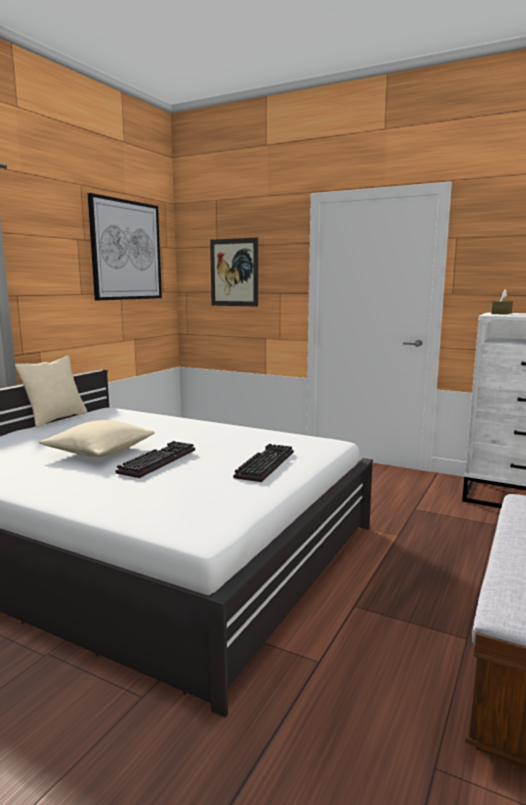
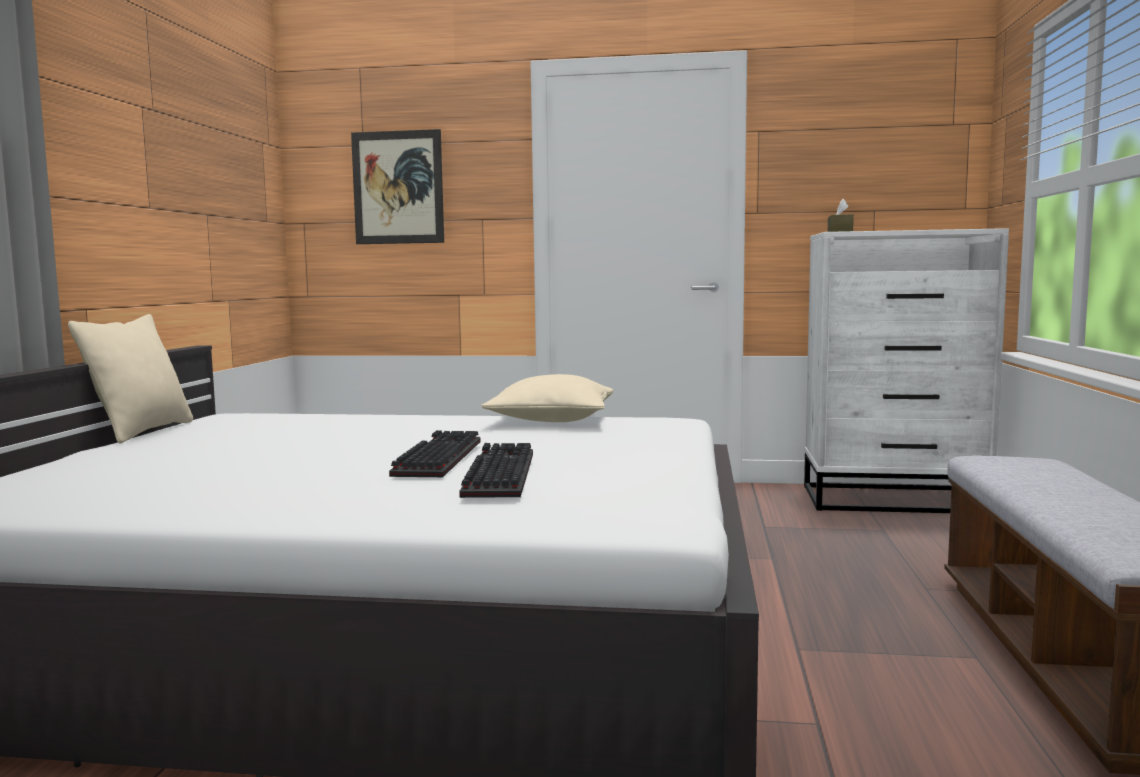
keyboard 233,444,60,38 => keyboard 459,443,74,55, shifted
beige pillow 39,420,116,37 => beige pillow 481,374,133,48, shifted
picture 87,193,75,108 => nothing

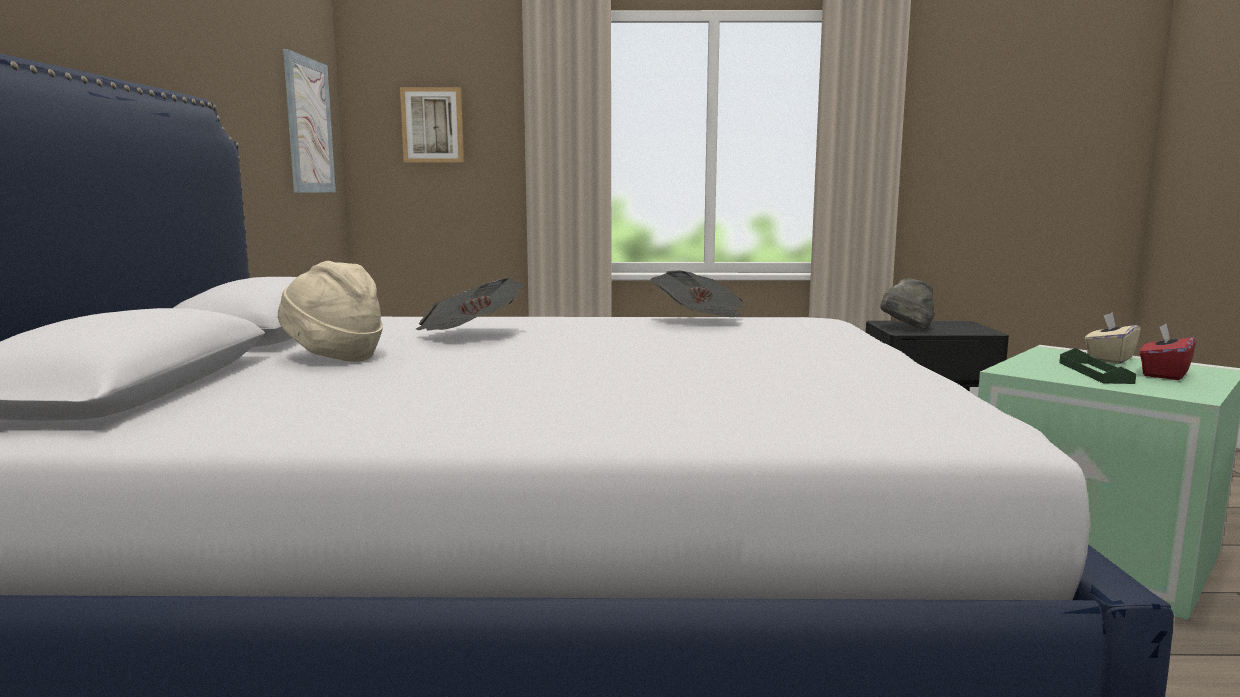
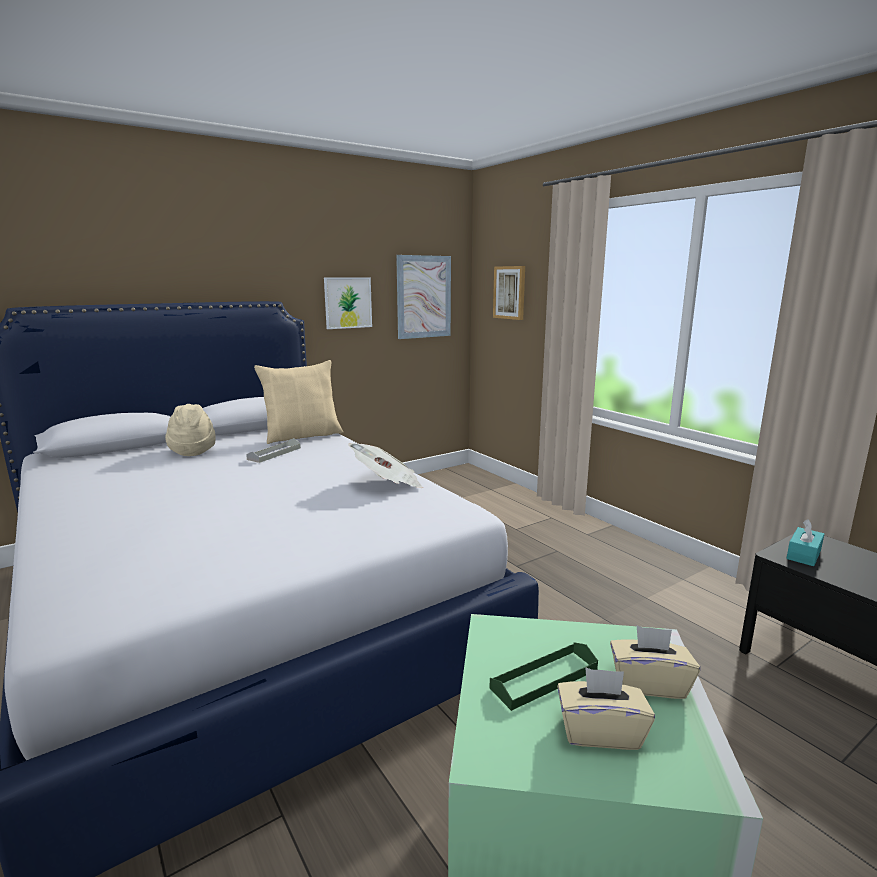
newspaper 415,278,108,53 => grey tray 246,438,55,25
nothing => beige pillow 254,360,89,84
nothing => picture 324,278,48,51
red tissue box 1140,324,56,56 => beige tissue box 557,667,98,83
grey hat 880,279,55,50 => turquoise tissue box 786,519,38,47

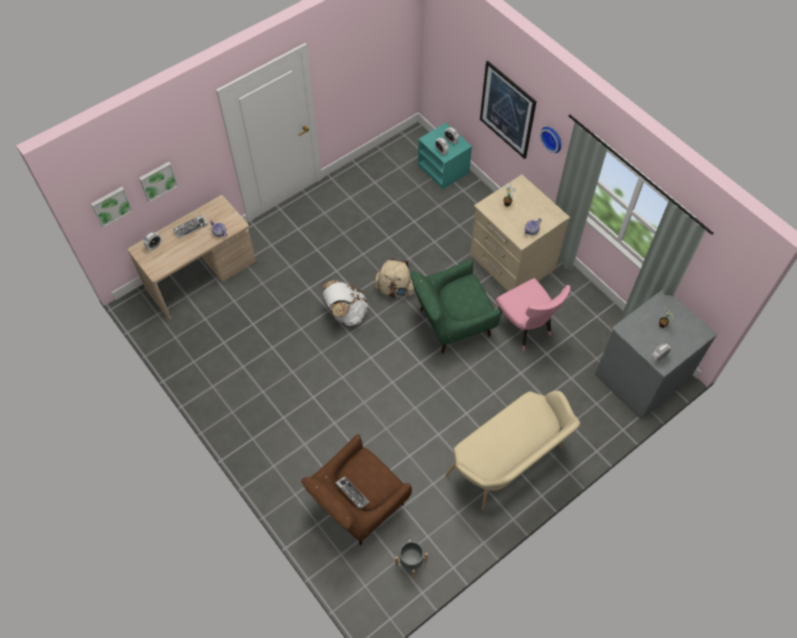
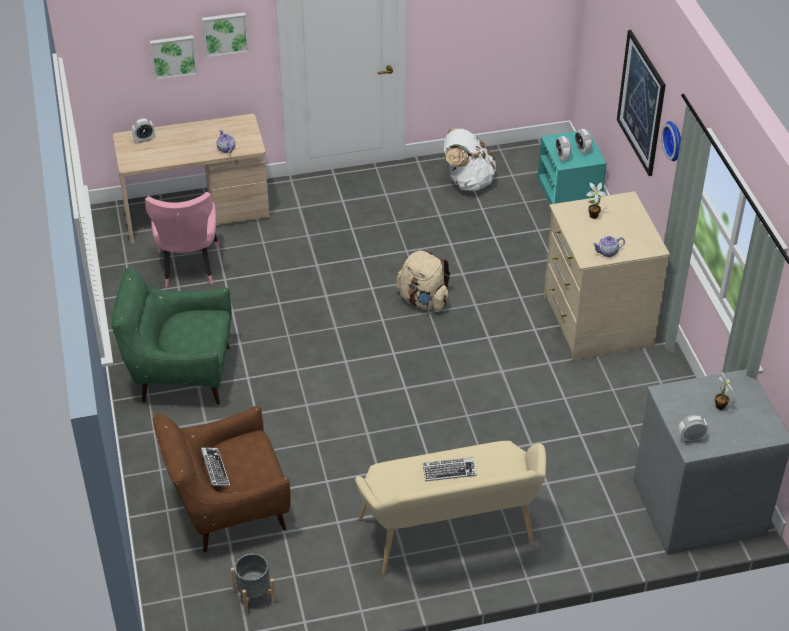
green armchair 410,259,91,95 => green armchair 111,267,121,138, shifted
pink chair 496,278,74,73 => pink chair 145,192,74,96, shifted
picture 91,187,42,41 => picture 202,12,47,45, shifted
keyboard 173,215,35,24 => keyboard 423,457,54,24, shifted
white backpack 322,280,46,46 => white backpack 444,128,52,63, shifted

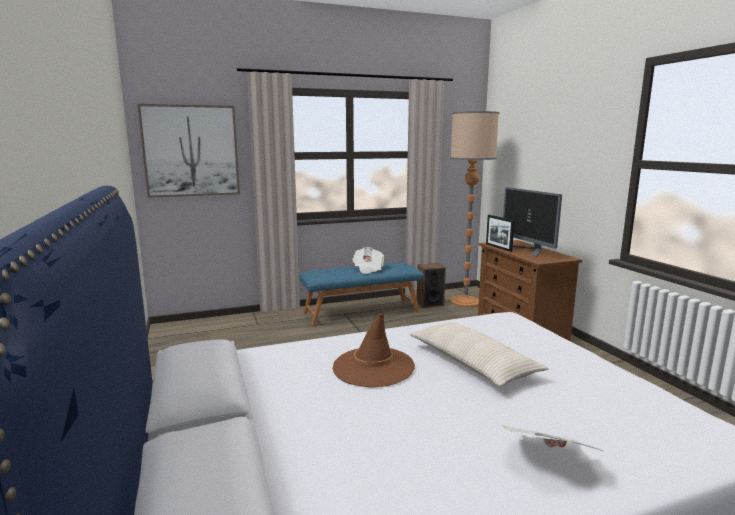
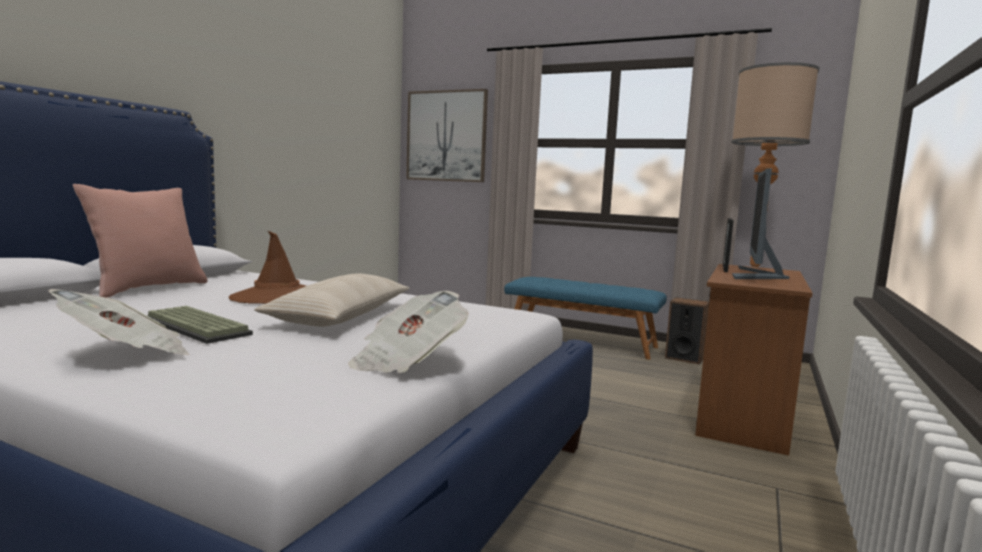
nothing => pink pillow 73,184,135,114
nothing => keyboard 147,306,106,38
newspaper 352,247,32,27 => newspaper 348,291,121,82, shifted

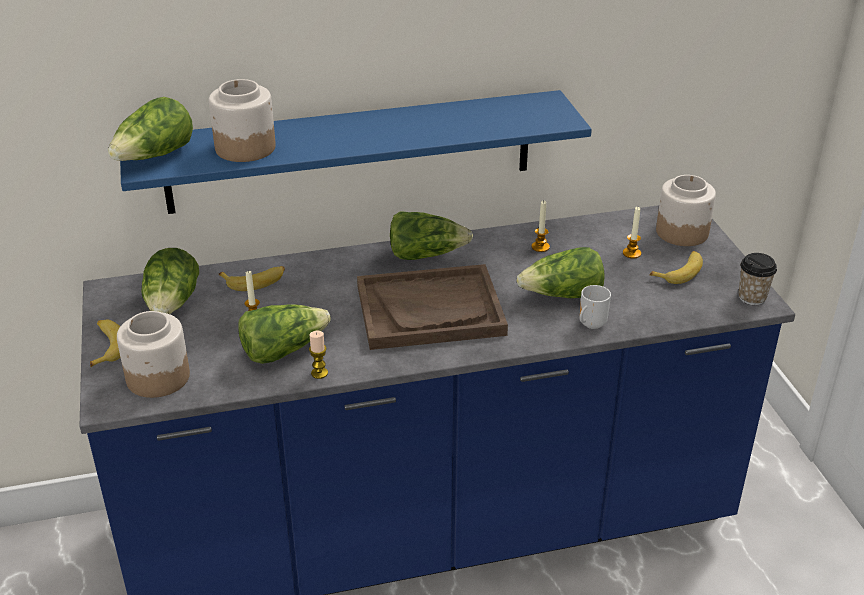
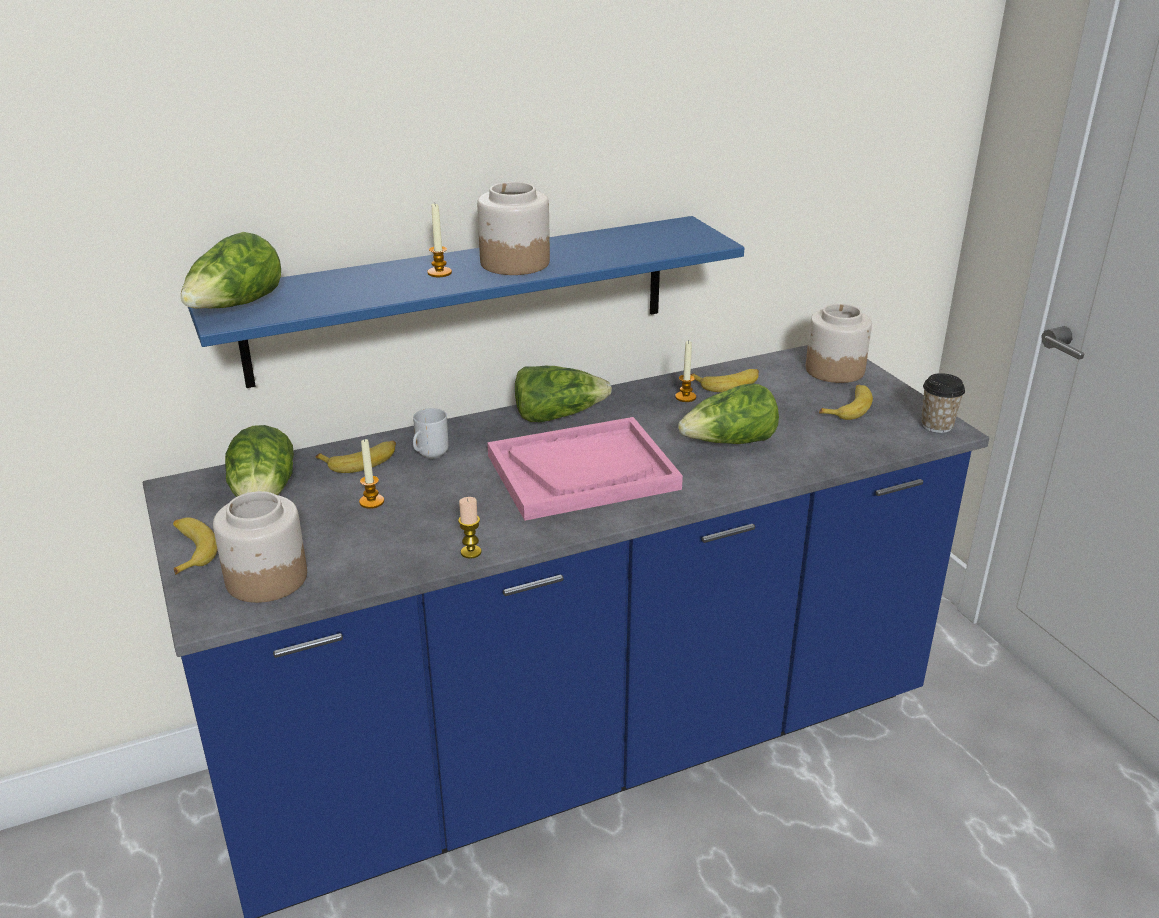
mug 580,285,31,44 => mug 413,408,36,51, shifted
candle 623,207,18,52 => candle 427,204,25,73, shifted
jar 209,79,67,83 => jar 477,182,73,93, shifted
brown tray 357,264,151,86 => pink tray 487,417,196,104
nothing => banana 690,369,69,23
lettuce 238,304,93,60 => nothing

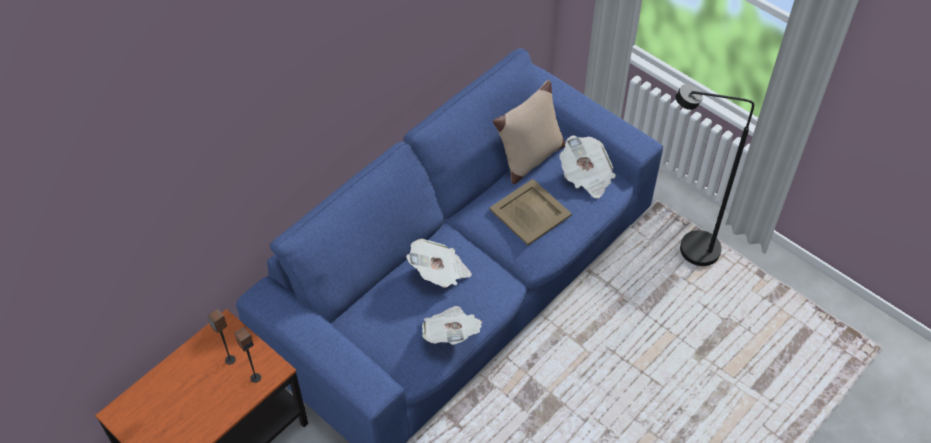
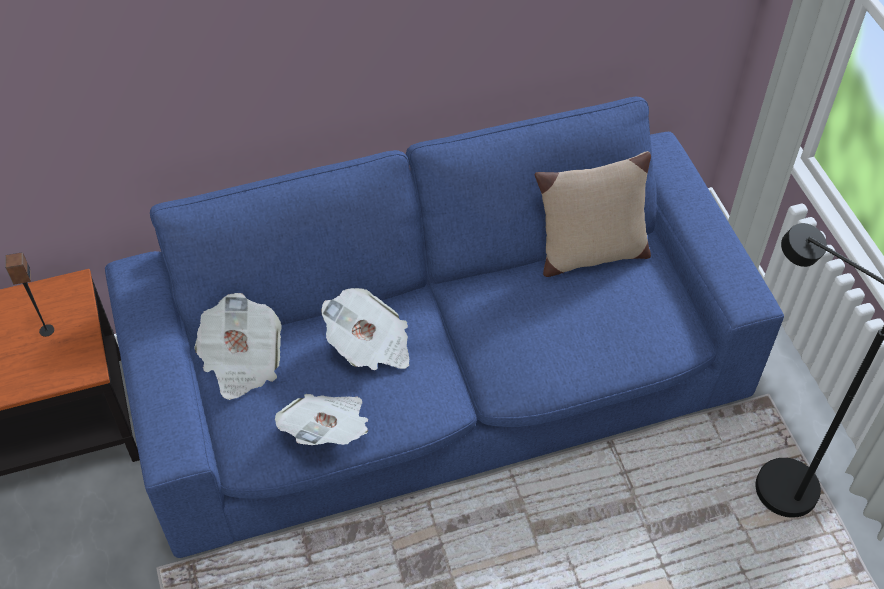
newspaper 559,135,57,63 => newspaper 194,293,88,107, shifted
speaker 234,327,27,56 => nothing
beige tray 489,179,83,66 => nothing

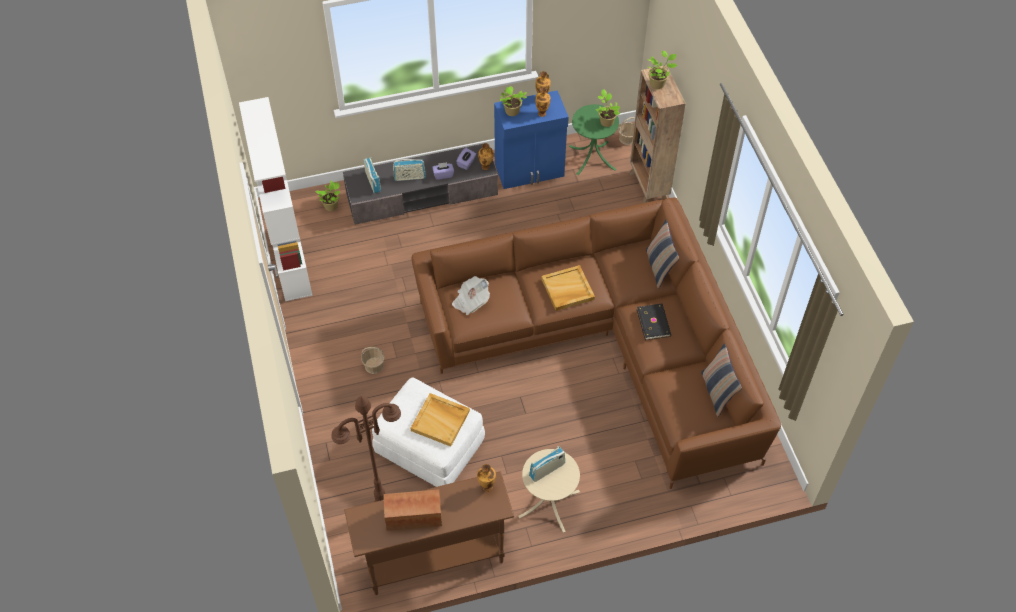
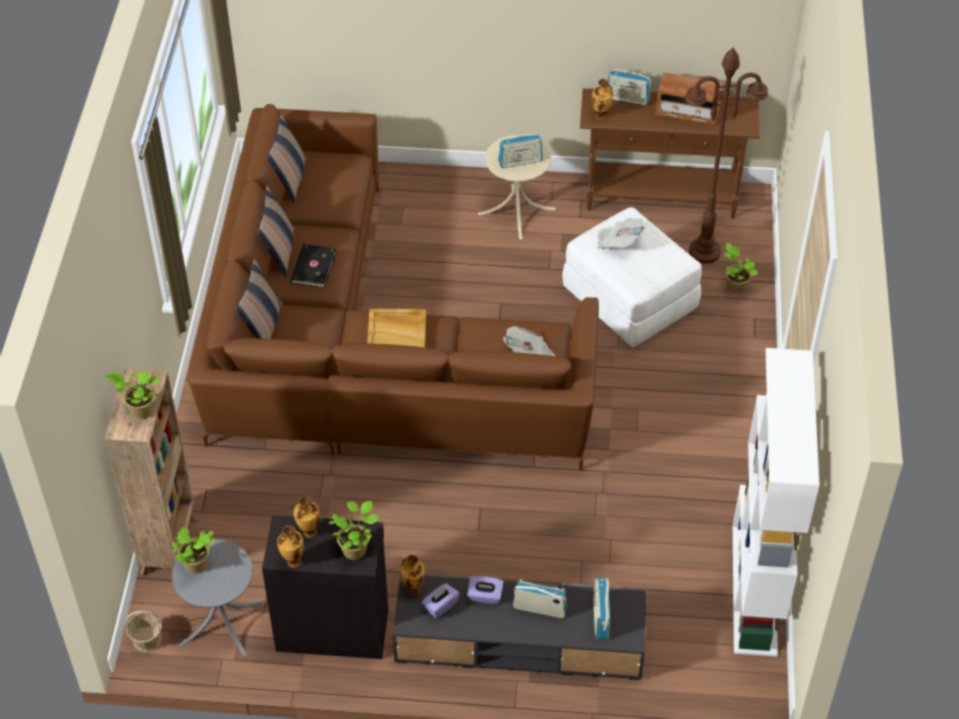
green side table 569,104,50,71 => grey side table 172,539,92,118
nothing => pillow 258,186,36,91
blue cabinet 494,90,75,99 => black cabinet 262,515,126,144
beige tray 411,393,59,54 => newspaper 597,218,48,31
nothing => radio 607,68,44,38
potted plant 315,180,25,31 => potted plant 725,243,33,50, shifted
basket 361,347,24,27 => nothing

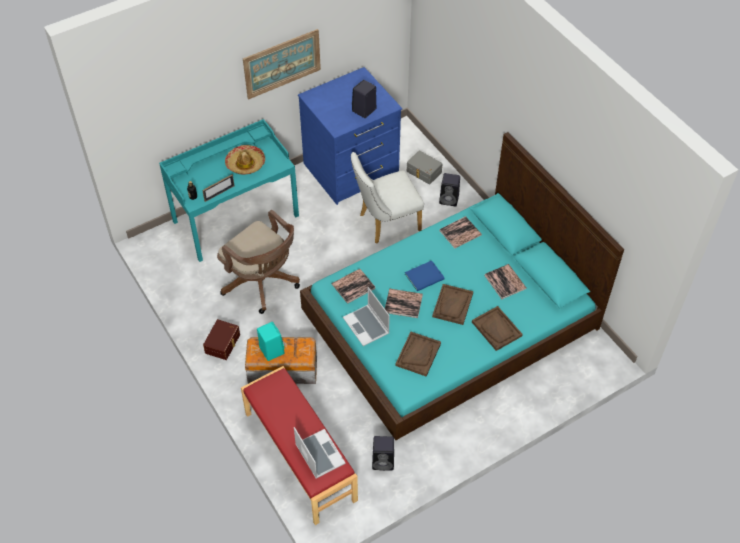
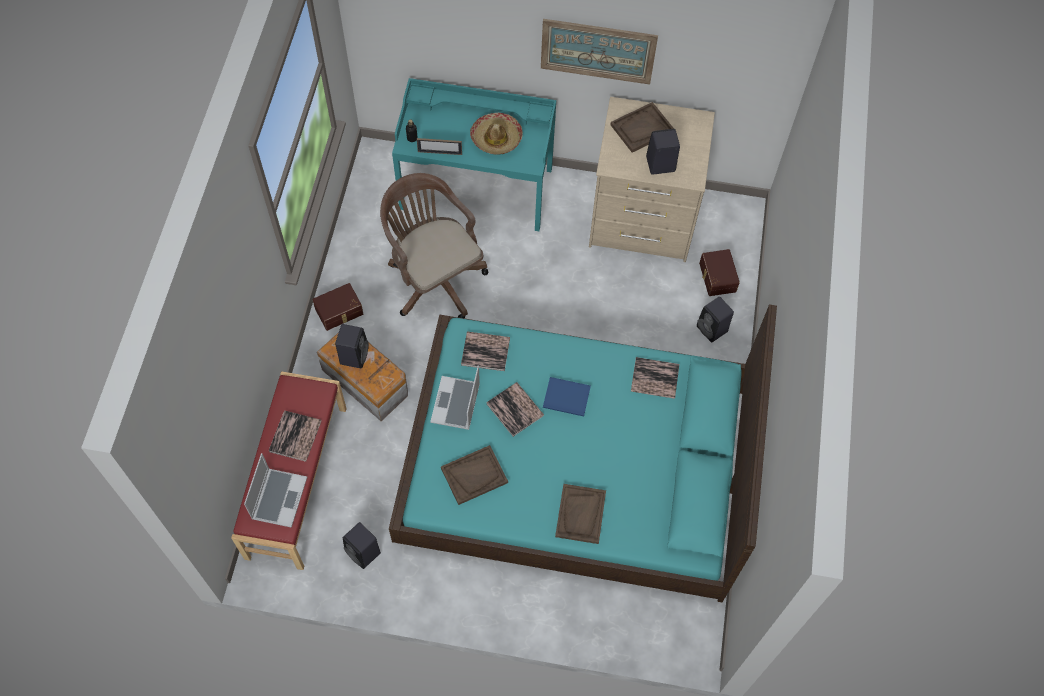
book 484,264,43,35 => book 268,410,54,52, shifted
turquoise speaker 257,322,28,39 => black speaker 335,324,34,44
brown office chair 217,210,83,104 => brown office chair 380,173,108,145, 150 degrees clockwise
blue dresser 298,67,104,138 => beige dresser 589,97,126,165
brown tray 432,284,41,41 => brown tray 610,102,64,51, shifted
grey storage box 407,151,35,34 => brown storage box 699,249,41,47
white chair 351,152,73,92 => nothing

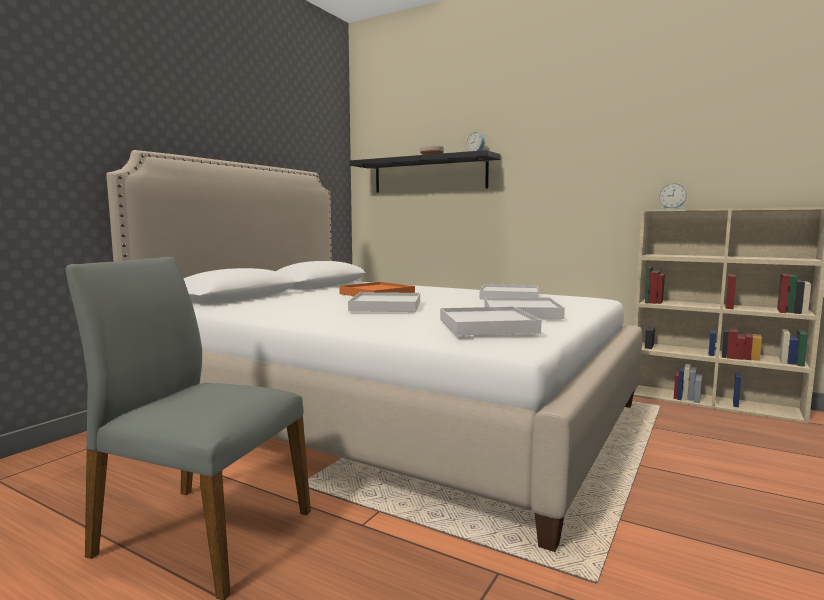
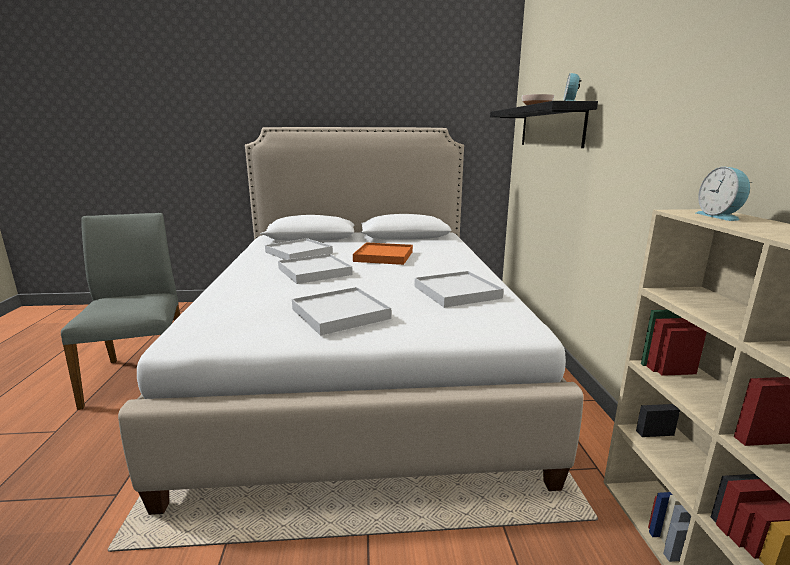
white tray 440,307,101,28 => white tray 265,238,68,22, shifted

